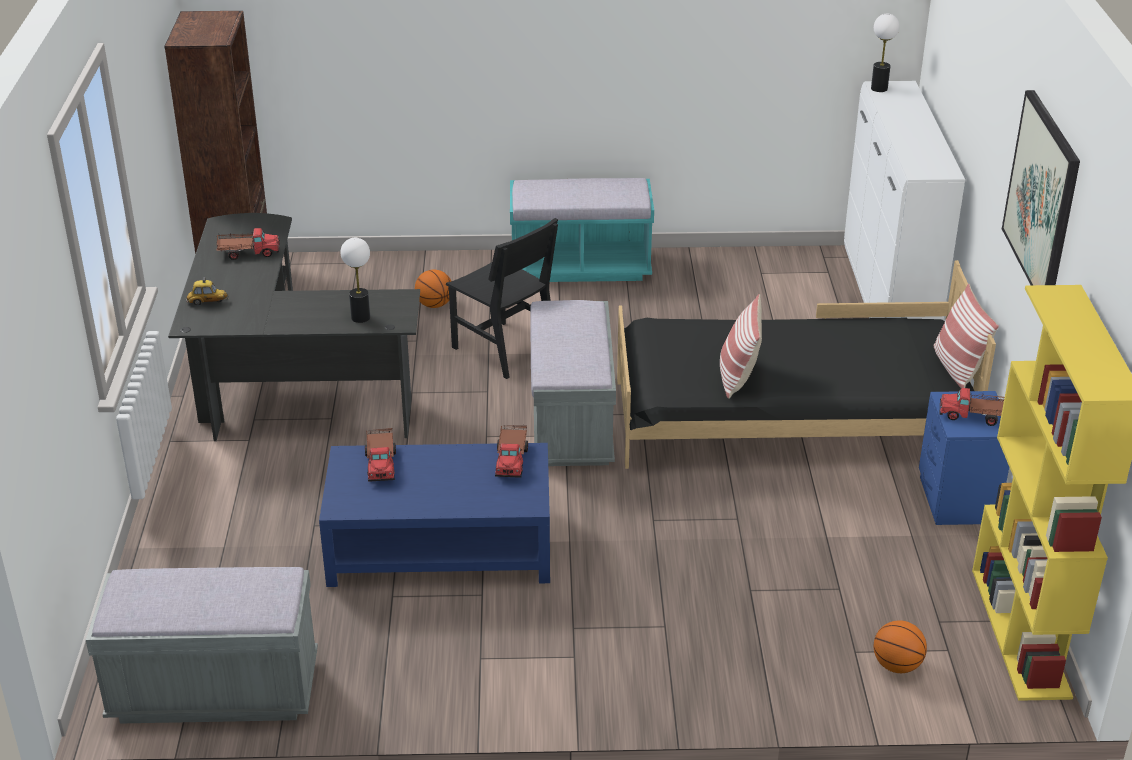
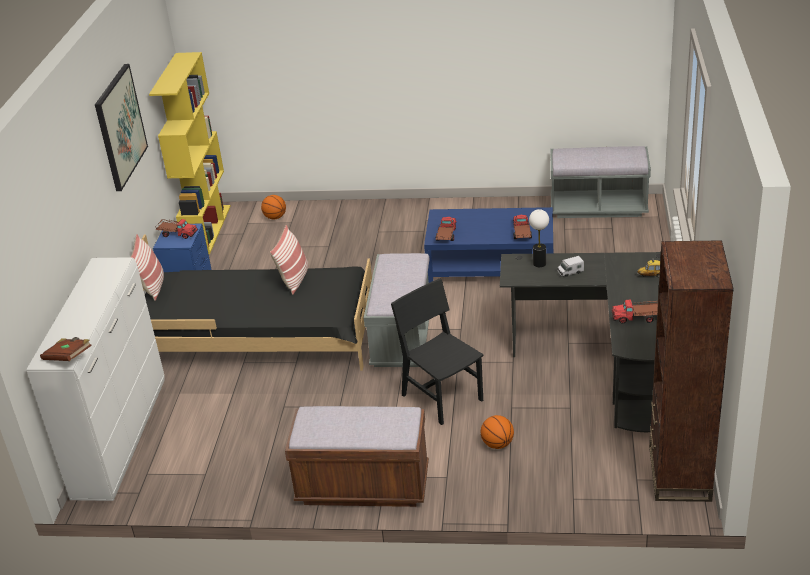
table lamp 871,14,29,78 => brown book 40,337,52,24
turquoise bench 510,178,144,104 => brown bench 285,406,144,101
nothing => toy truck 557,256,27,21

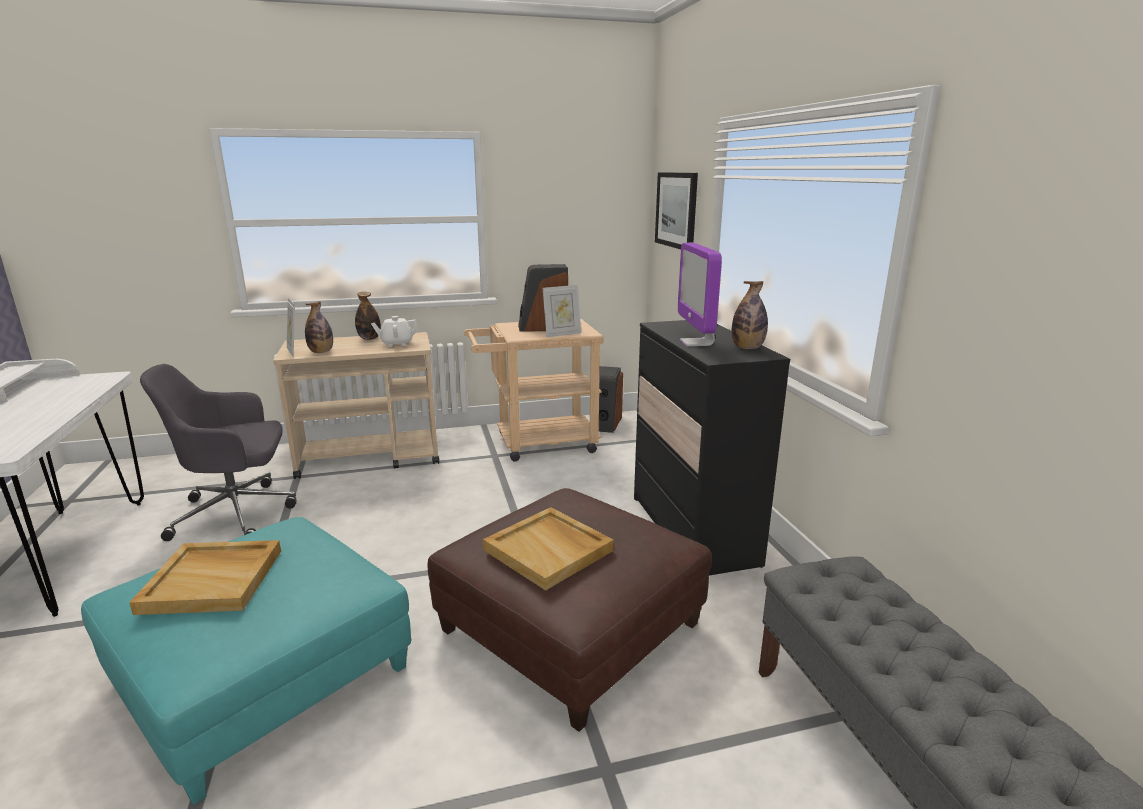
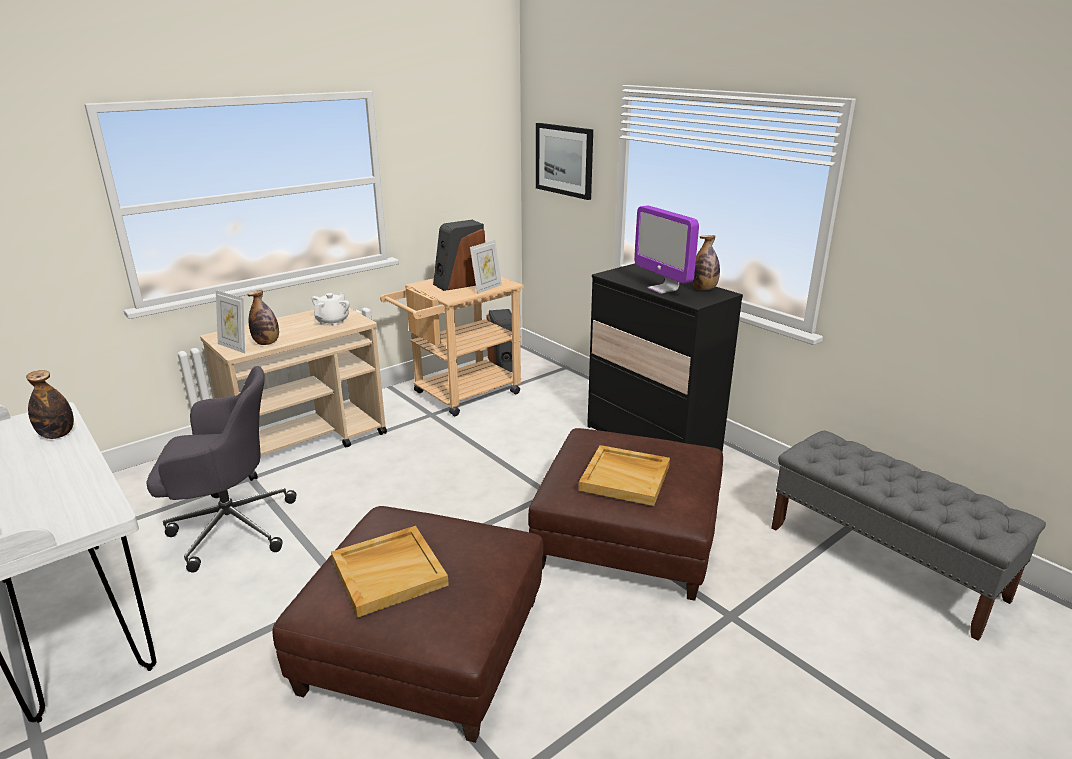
bottle 355,292,26,48 => bottle 26,370,48,69, shifted
grey office chair 140,364,157,177 => grey office chair 146,366,150,206, 150 degrees counterclockwise
turquoise ottoman 81,517,330,288 => brown ottoman 273,506,270,237
white teapot 371,316,48,31 => white teapot 312,292,38,34, 150 degrees clockwise

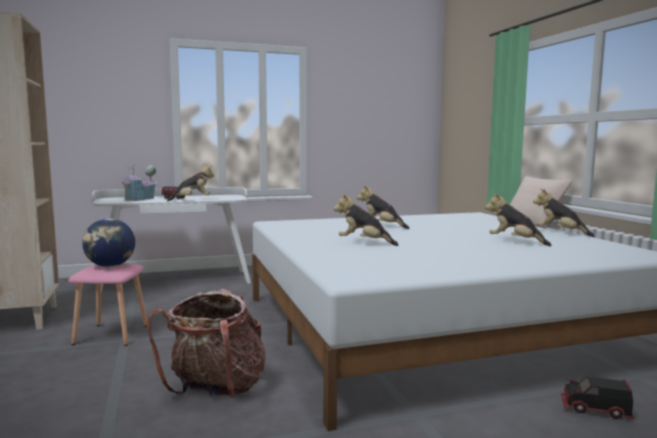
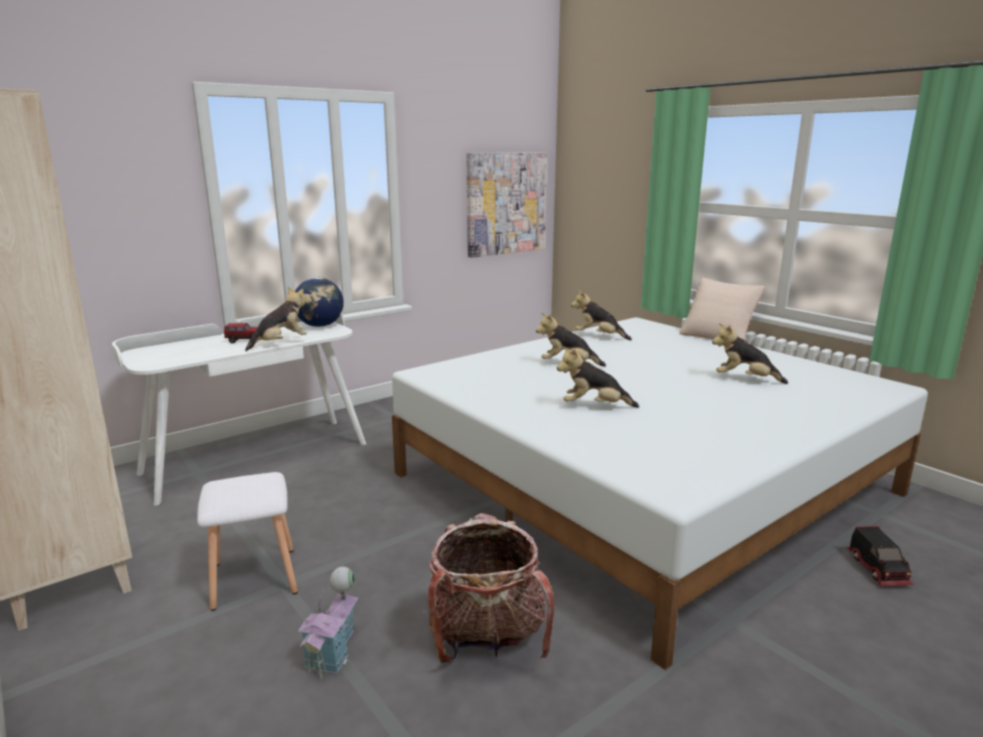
pink stool 68,264,79,82 => white stool 197,472,101,139
globe 82,218,53,49 => globe 295,277,49,50, shifted
toy house 121,165,36,36 => toy house 298,567,60,112, shifted
nothing => picture 467,152,80,106
plush toy 533,188,61,49 => plush toy 571,290,61,50, shifted
toy truck 561,376,73,43 => toy truck 846,526,68,60, 90 degrees counterclockwise

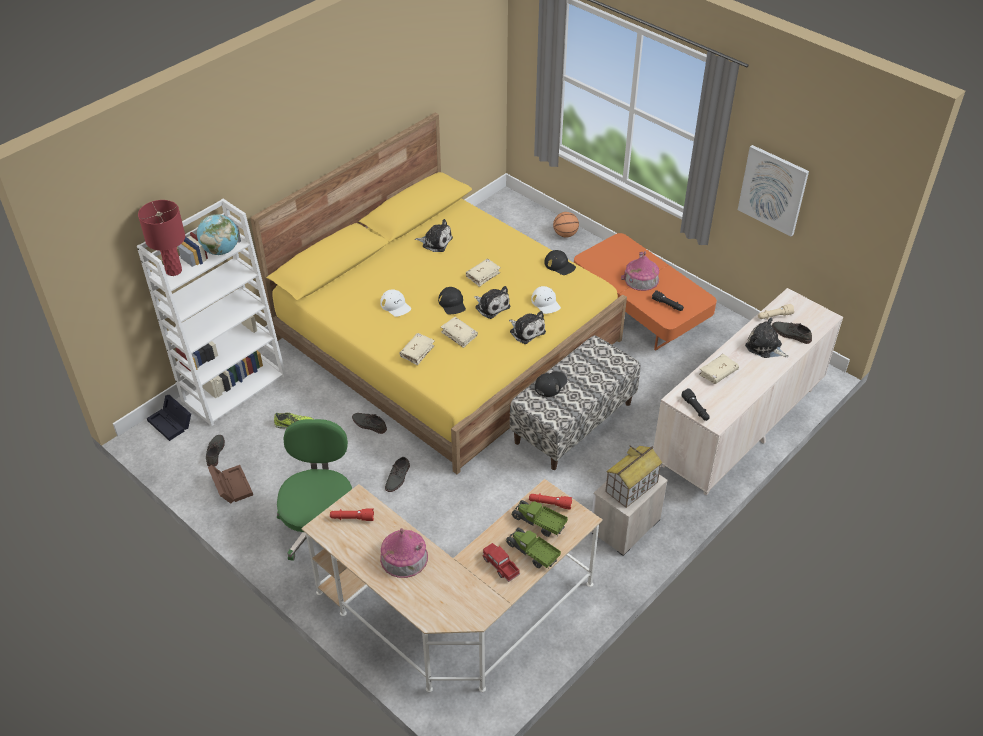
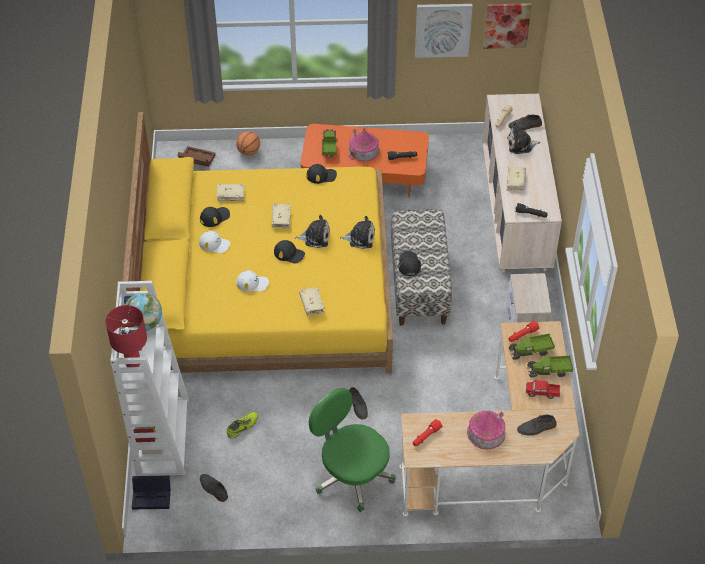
brown storage box 208,465,45,39 => brown storage box 177,146,38,21, shifted
white cap 531,286,30,28 => white cap 199,231,31,22, shifted
plush toy 415,219,38,33 => black cap 200,207,30,20
beige book 441,317,37,31 => beige book 216,184,28,17, shifted
nothing => toy truck 322,129,15,28
nothing => picture 483,3,49,46
grey shoe 352,413,35,21 => grey shoe 517,415,40,21, shifted
toy house 605,446,58,62 => nothing

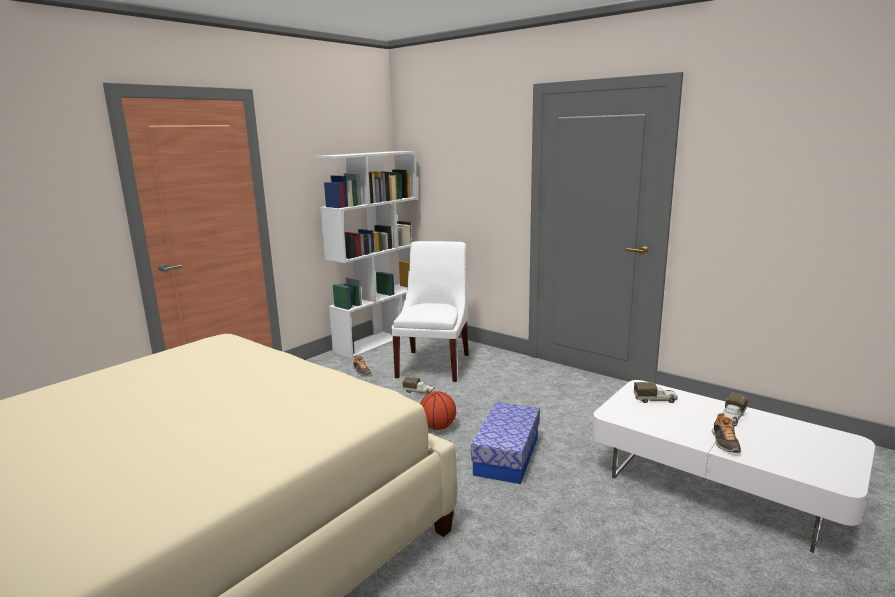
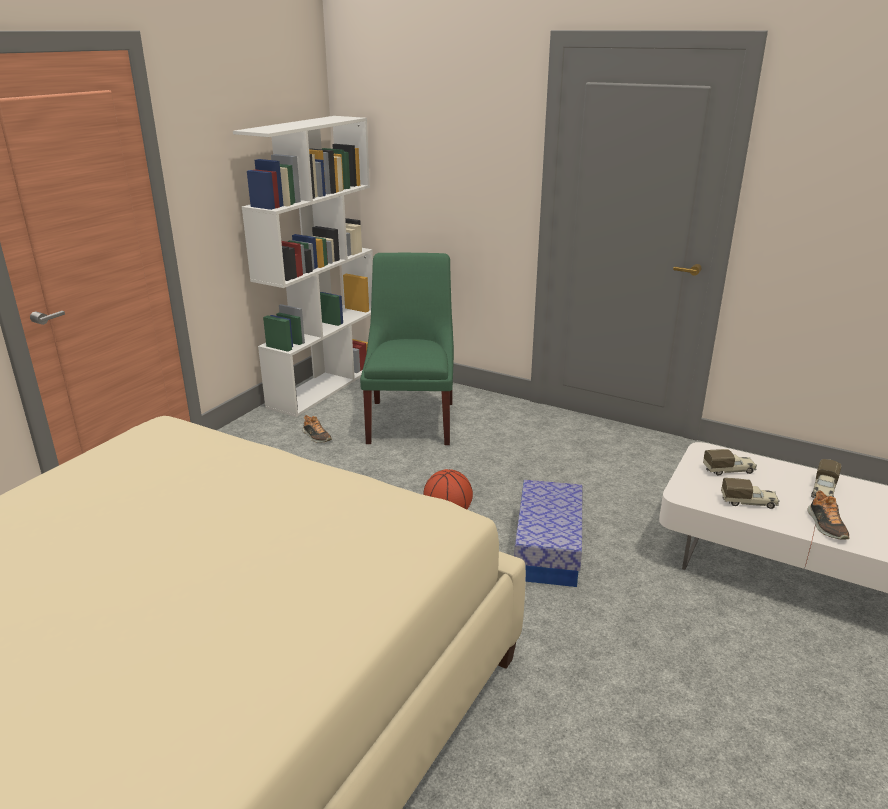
white chair 391,241,78,141 => green chair 360,253,94,192
toy truck 403,377,32,17 => toy truck 721,478,59,31, shifted

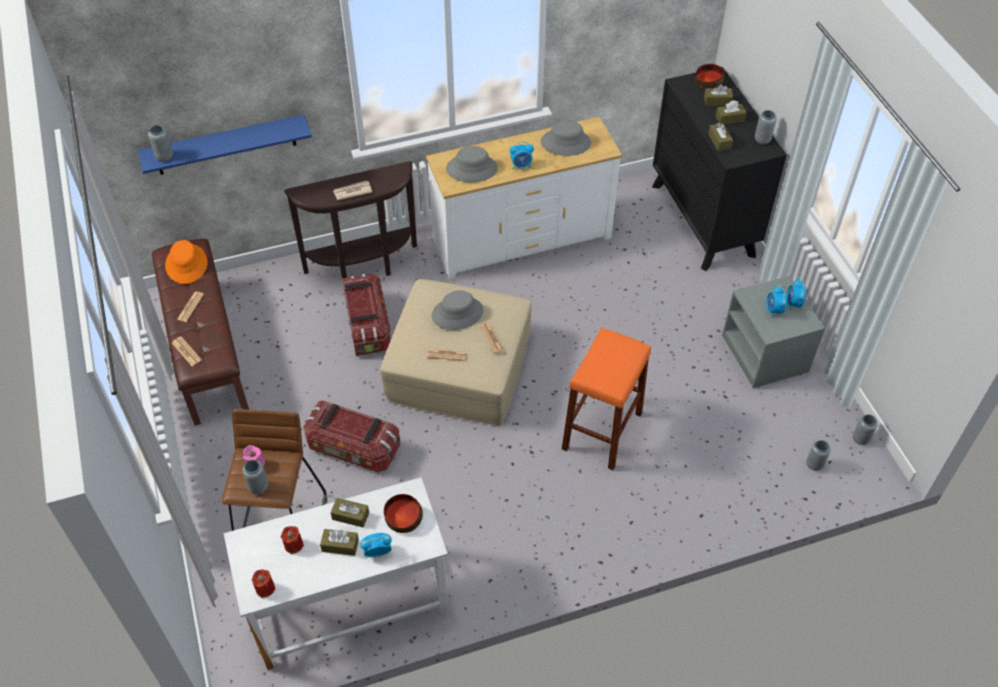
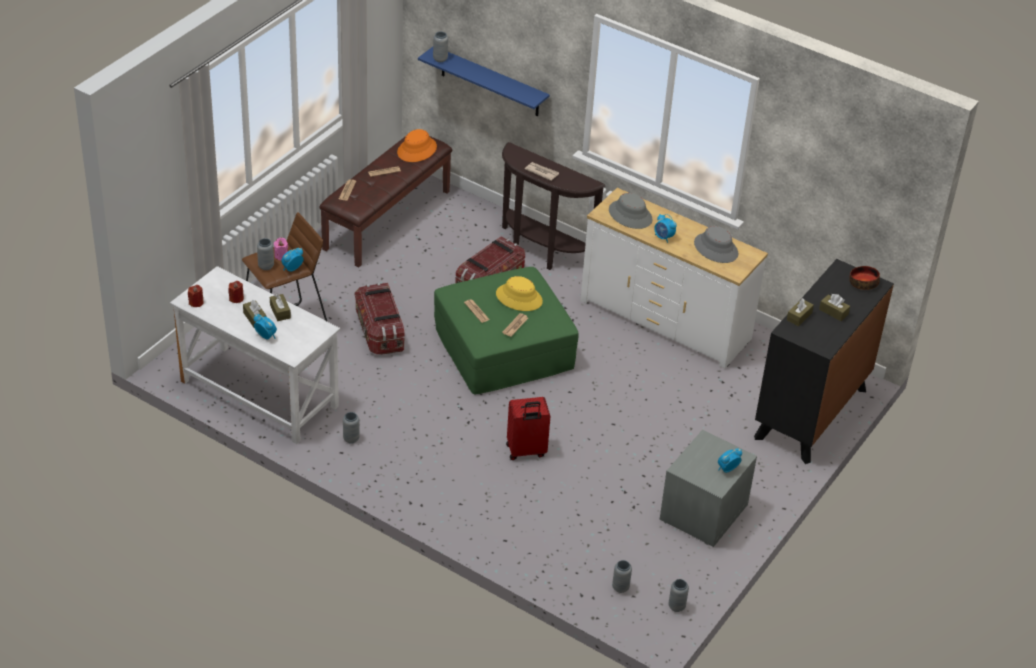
alarm clock 766,285,21,33 => alarm clock 281,248,23,24, shifted
grey vase 755,110,22,35 => grey vase 343,412,17,32, shifted
beige ottoman 381,279,150,147 => green ottoman 434,267,145,127
grey hat 432,290,52,40 => yellow hat 496,276,47,35
orange stool 562,328,89,142 => red suitcase 506,397,44,63
bowl 384,494,39,39 => nothing
brown tissue box 704,84,29,22 => nothing

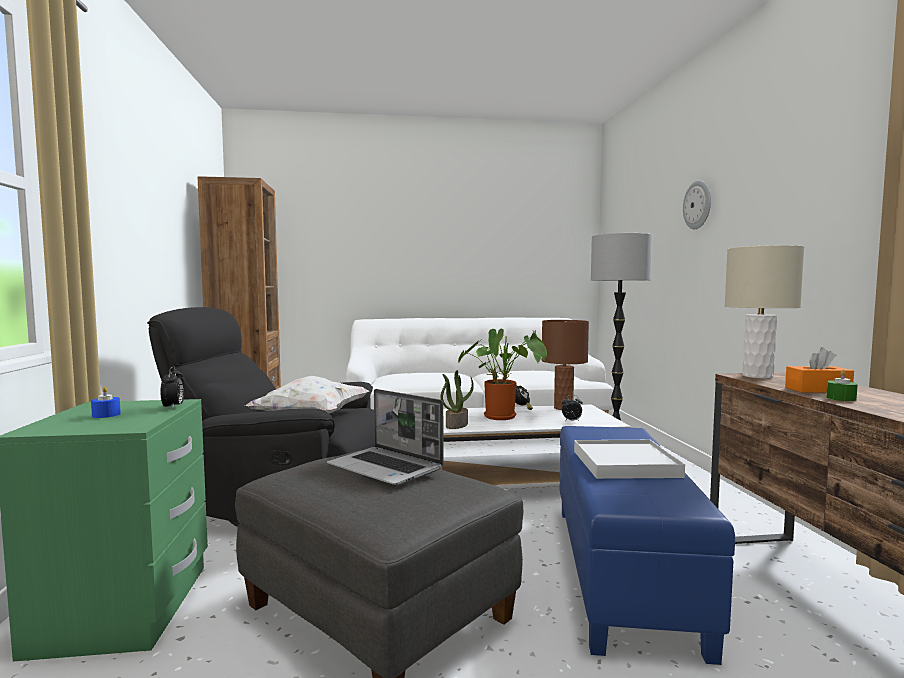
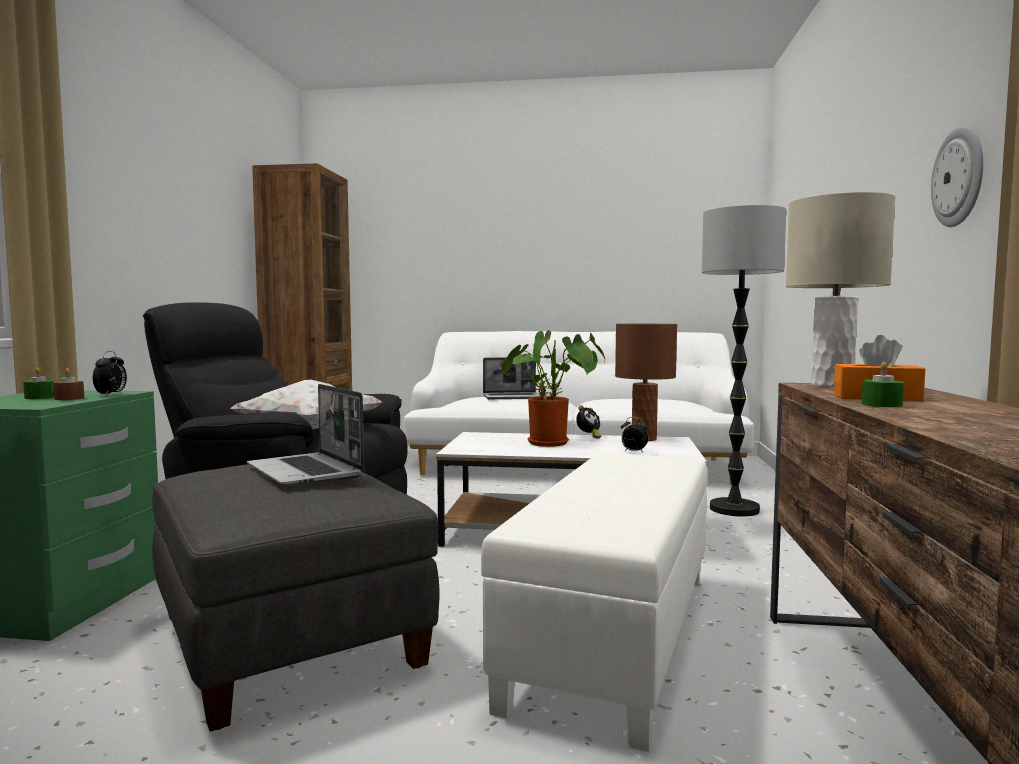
blue candle 91,386,30,32 => green candle 23,367,31,32
nothing => brown candle 53,368,31,32
blue ottoman 560,426,175,239 => white ottoman 481,452,227,300
nothing => laptop 483,357,57,42
wall clock 683,180,28,49 => wall clock 931,126,52,101, shifted
potted plant 441,370,33,59 => nothing
white tray 574,440,111,39 => nothing

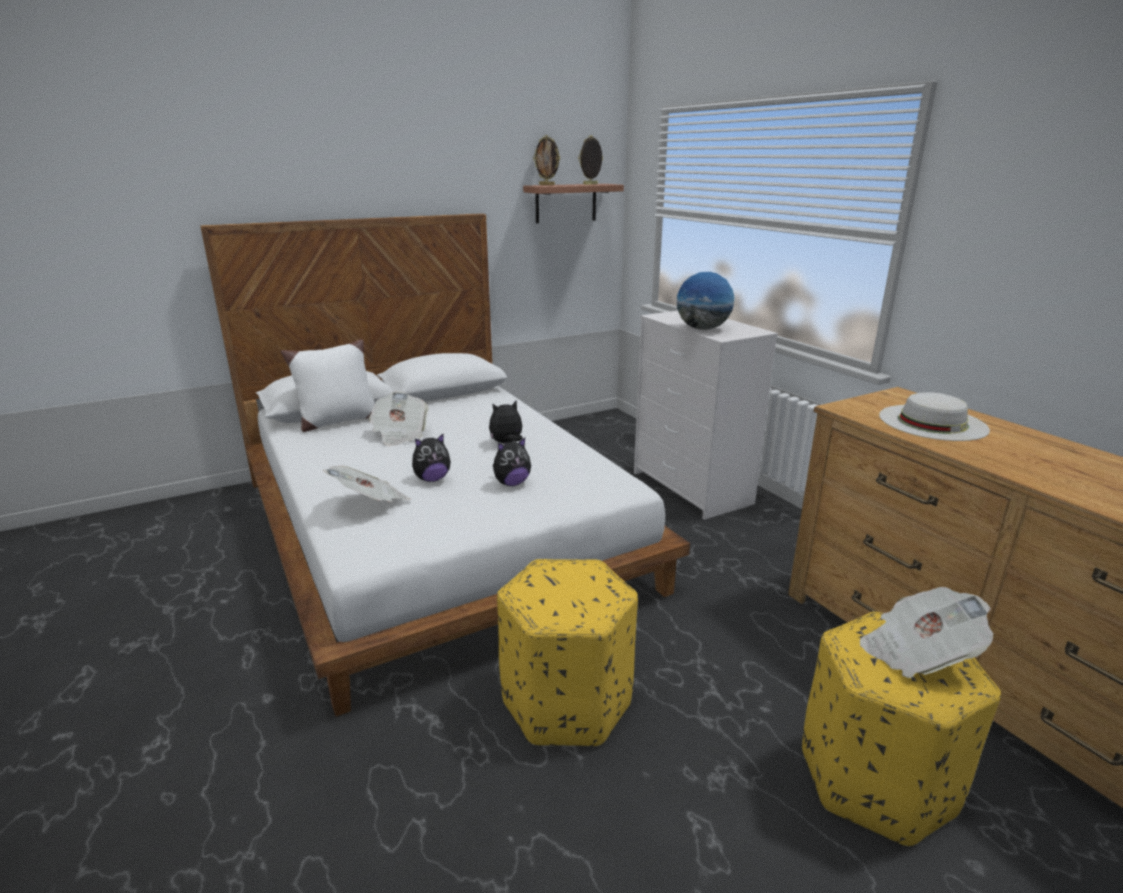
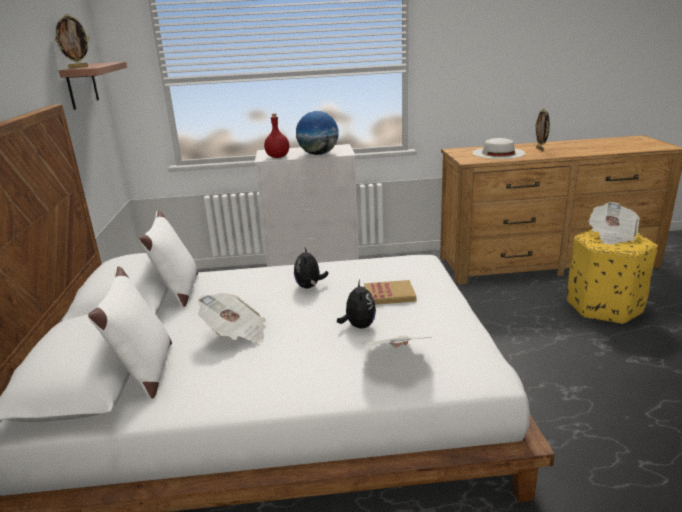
nothing => white pillow 139,210,59,97
nothing => red bottle 264,114,25,44
plush toy 493,438,38,48 => book 364,280,53,25
picture frame 578,136,25,49 => picture frame 535,108,15,43, shifted
yellow ottoman 497,559,141,187 => nothing

